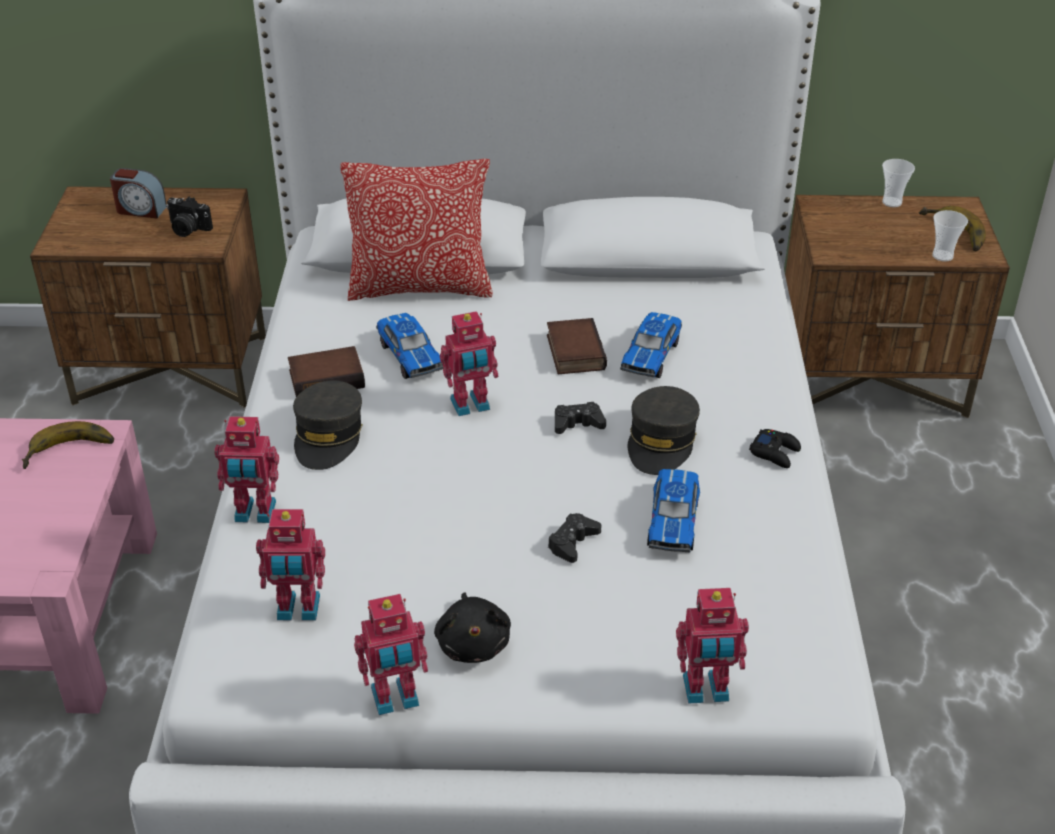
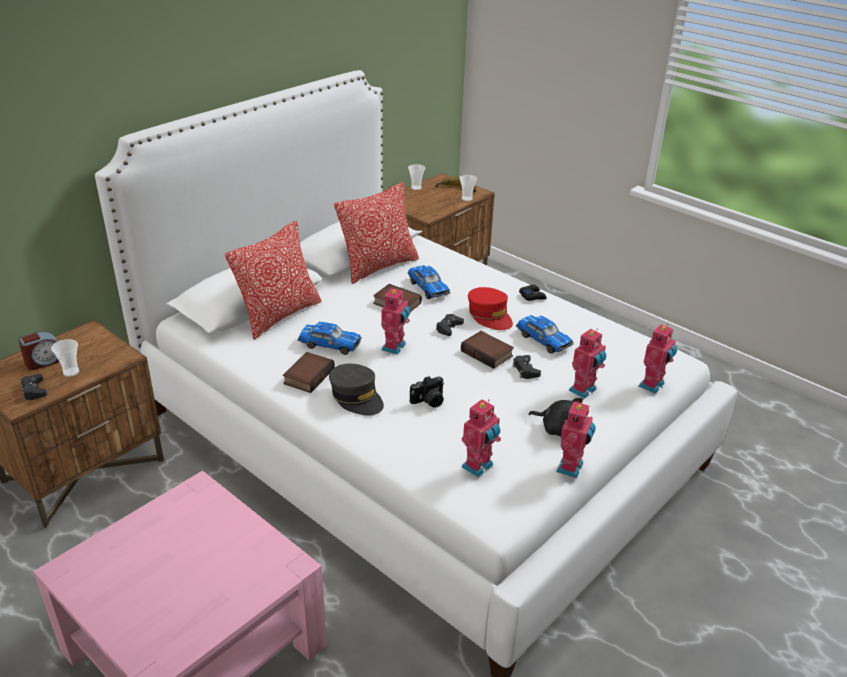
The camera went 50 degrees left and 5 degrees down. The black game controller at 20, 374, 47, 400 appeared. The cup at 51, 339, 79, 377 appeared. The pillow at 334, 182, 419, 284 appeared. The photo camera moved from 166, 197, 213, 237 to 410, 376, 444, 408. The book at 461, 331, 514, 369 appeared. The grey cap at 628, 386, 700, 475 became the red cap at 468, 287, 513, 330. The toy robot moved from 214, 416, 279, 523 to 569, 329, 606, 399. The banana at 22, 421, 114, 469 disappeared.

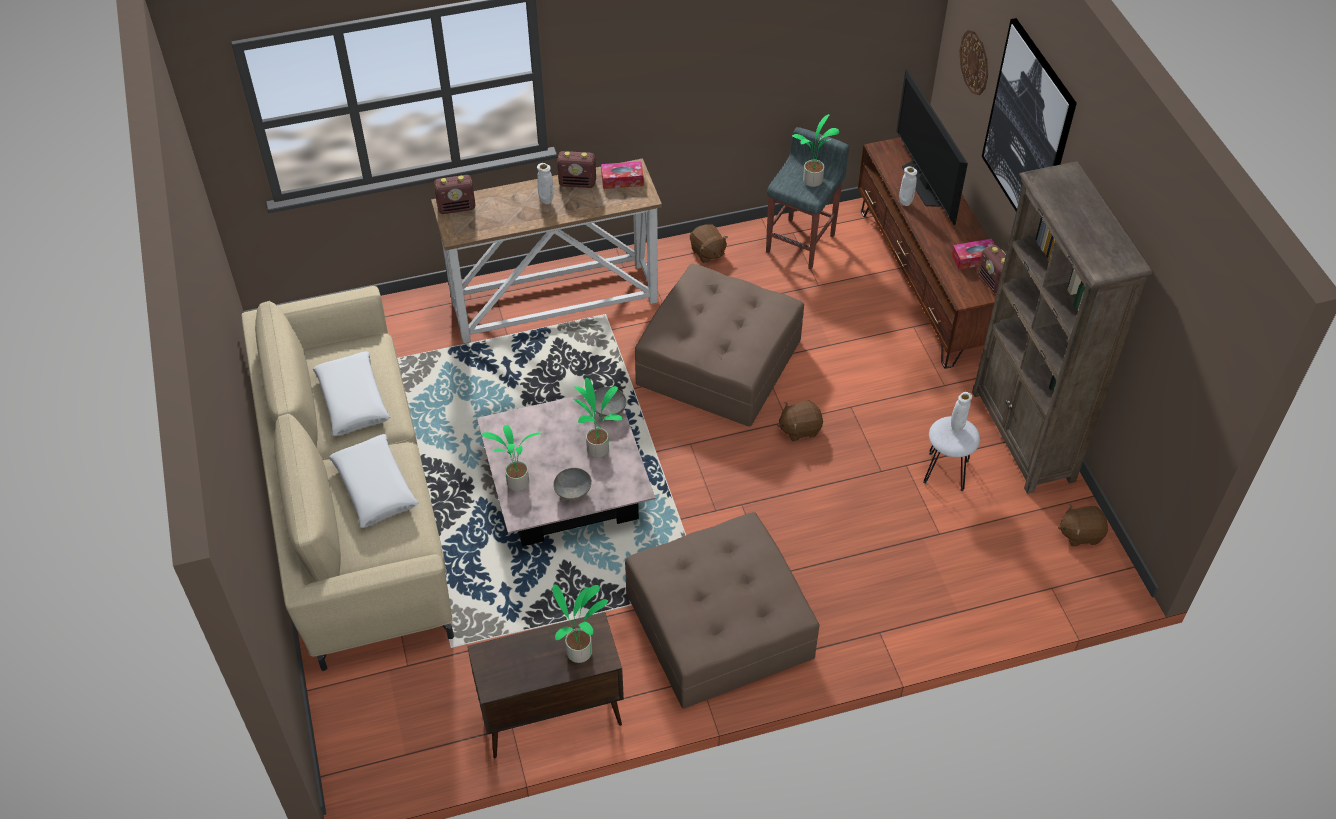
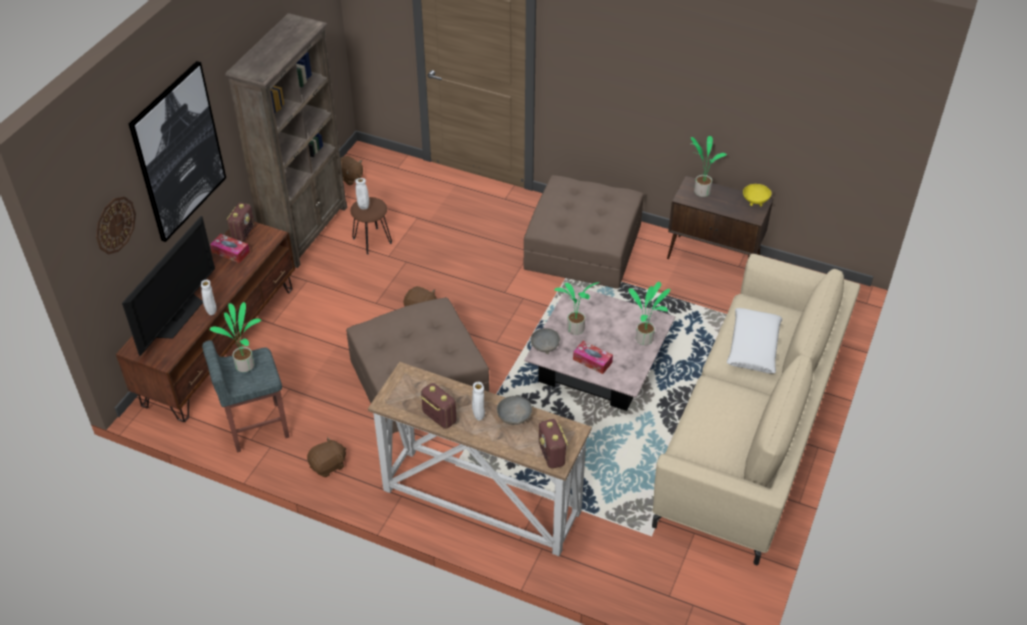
The camera went 140 degrees left and 5 degrees down. The brown plush toy at 690, 225, 728, 263 turned 45 degrees clockwise. The white stool at 923, 416, 980, 491 became the brown stool at 350, 197, 392, 254. The grey bowl moved from 553, 468, 592, 502 to 497, 396, 532, 425. The radio at 434, 175, 475, 214 turned 135 degrees counterclockwise. The tissue box moved from 601, 161, 644, 189 to 573, 341, 613, 374. The yellow bowl at 743, 184, 772, 206 appeared. The white pillow at 313, 352, 390, 436 disappeared.

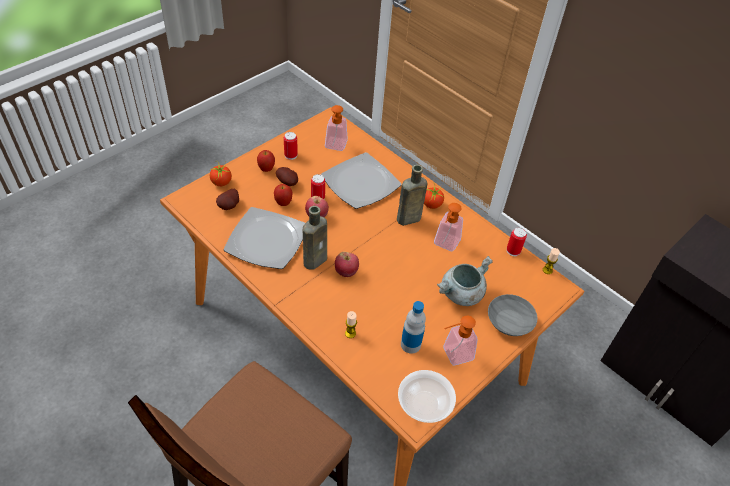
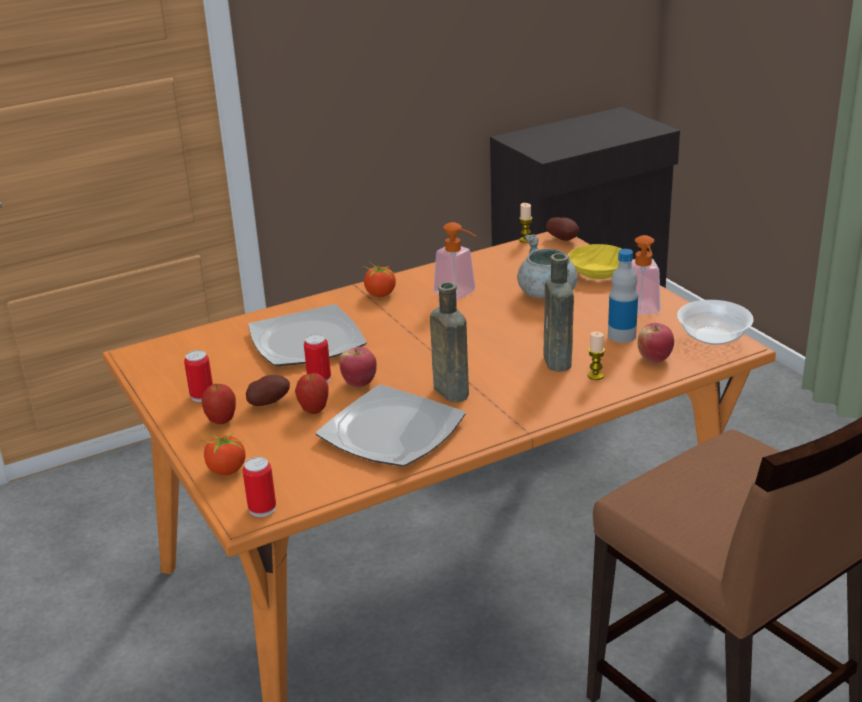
The camera went 70 degrees left and 20 degrees down. The can moved from 507, 227, 527, 256 to 243, 457, 276, 517. The brown bottle moved from 397, 164, 427, 226 to 543, 253, 574, 372. The potato moved from 216, 189, 239, 210 to 546, 217, 579, 241. The grey bowl at 488, 294, 537, 336 became the yellow bowl at 568, 244, 622, 279. The apple moved from 335, 252, 359, 277 to 638, 323, 674, 363. The soap dispenser at 325, 105, 348, 151 disappeared.

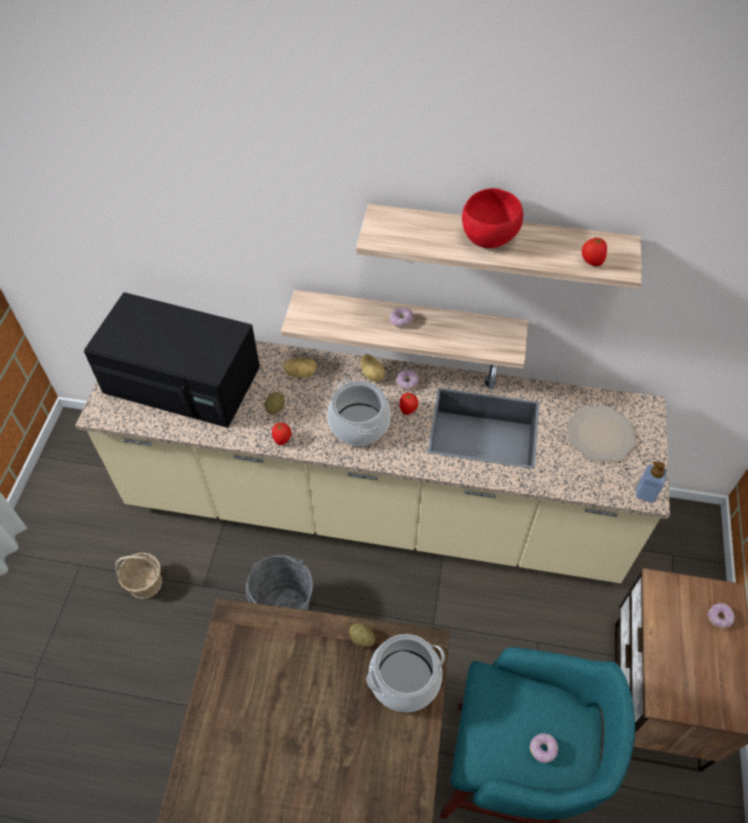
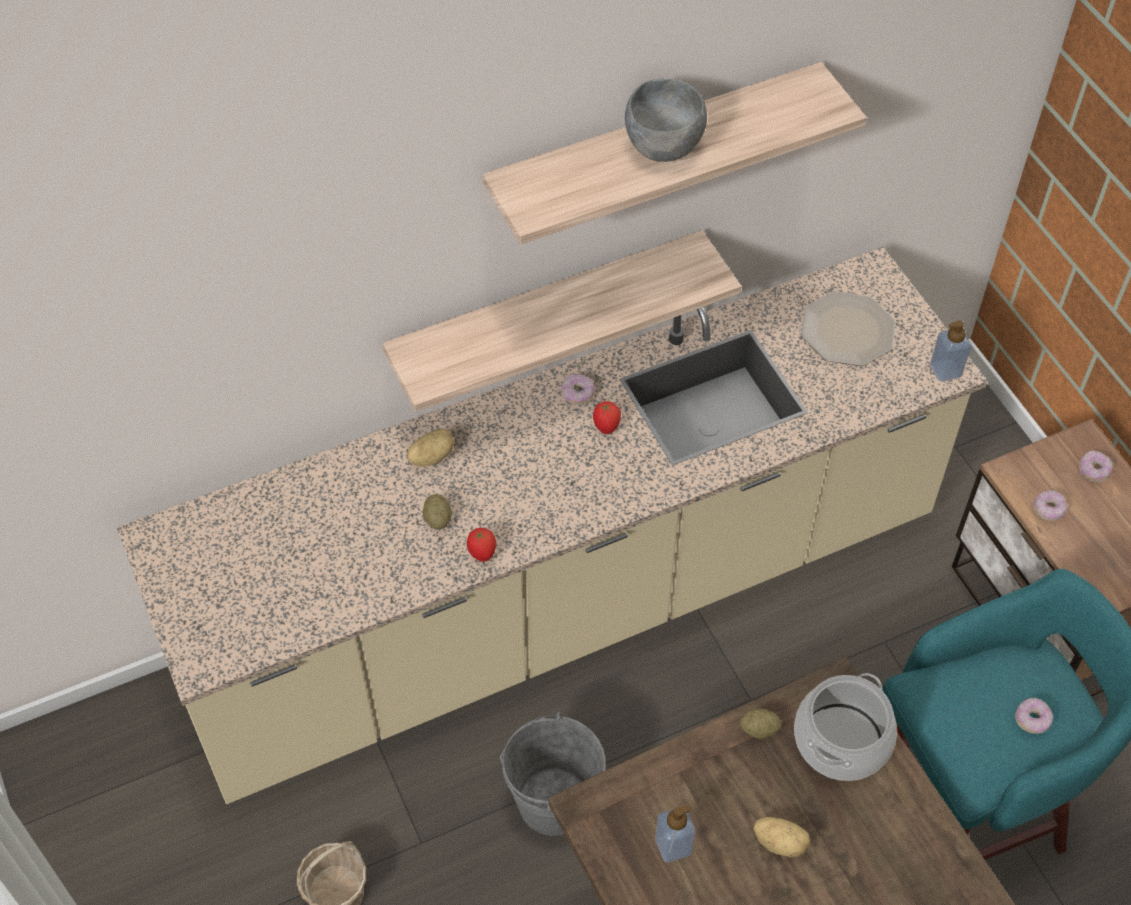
The camera went 35 degrees left and 0 degrees up. The red bowl at 462, 188, 523, 248 became the grey bowl at 625, 79, 707, 162. The soap dispenser at 655, 806, 695, 863 appeared. The potato moved from 361, 354, 385, 381 to 753, 817, 810, 857. The donut moved from 389, 307, 414, 328 to 1033, 490, 1067, 521. The black microwave at 84, 292, 260, 428 disappeared. The cooking pot at 327, 379, 390, 446 disappeared. The tomato at 582, 238, 607, 266 disappeared.

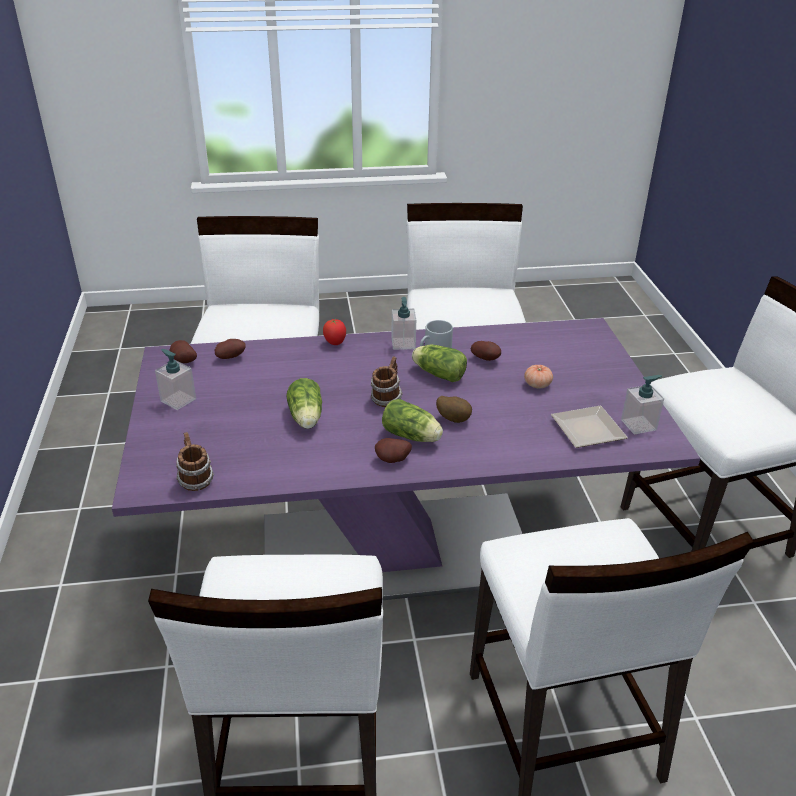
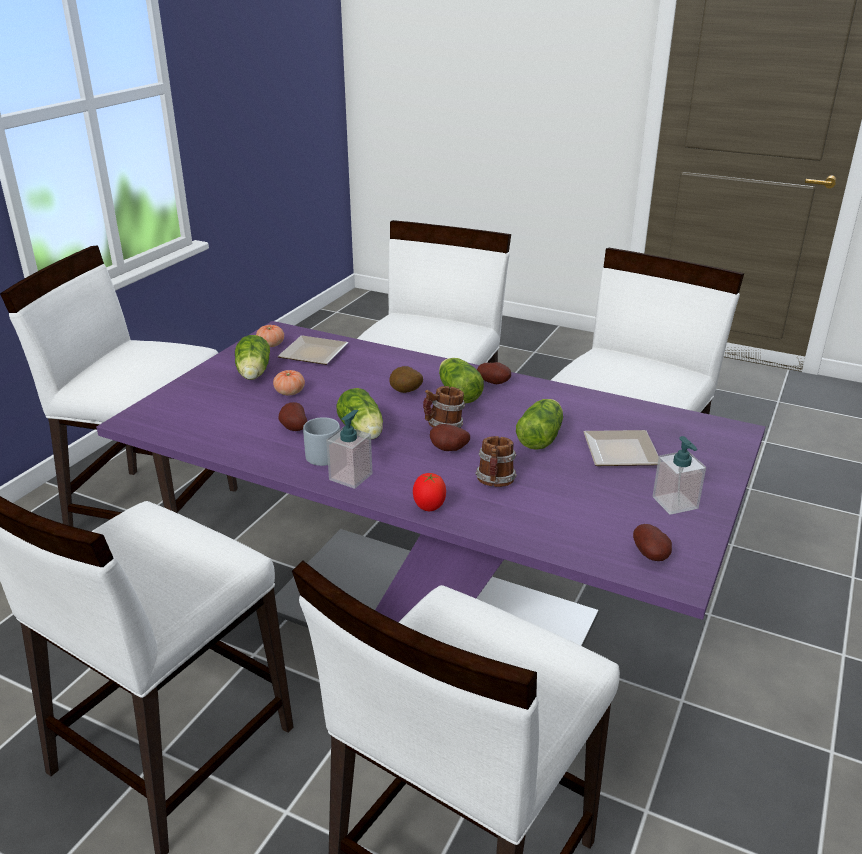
The camera went 145 degrees left and 5 degrees down. The lettuce at 235, 335, 270, 380 appeared. The soap dispenser at 621, 375, 664, 435 was replaced by the tomato at 256, 325, 284, 347. The potato moved from 215, 339, 246, 359 to 430, 424, 470, 451. The mug moved from 176, 432, 214, 491 to 476, 436, 517, 487. The plate at 583, 430, 659, 466 appeared.

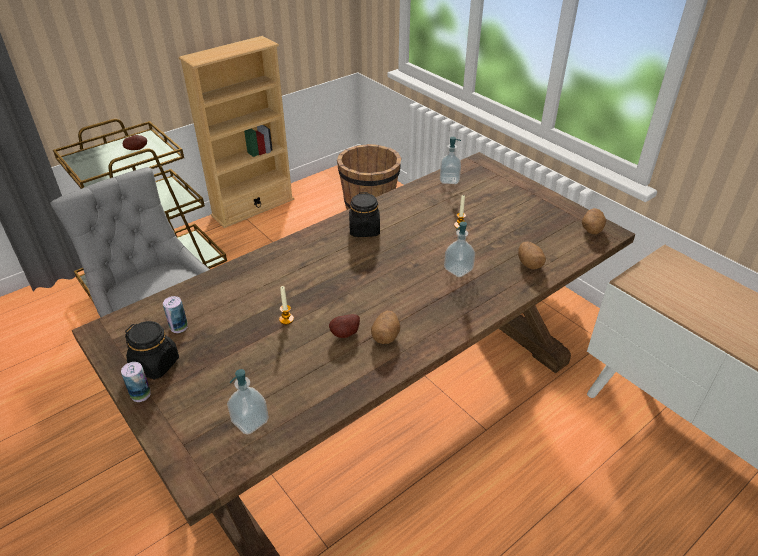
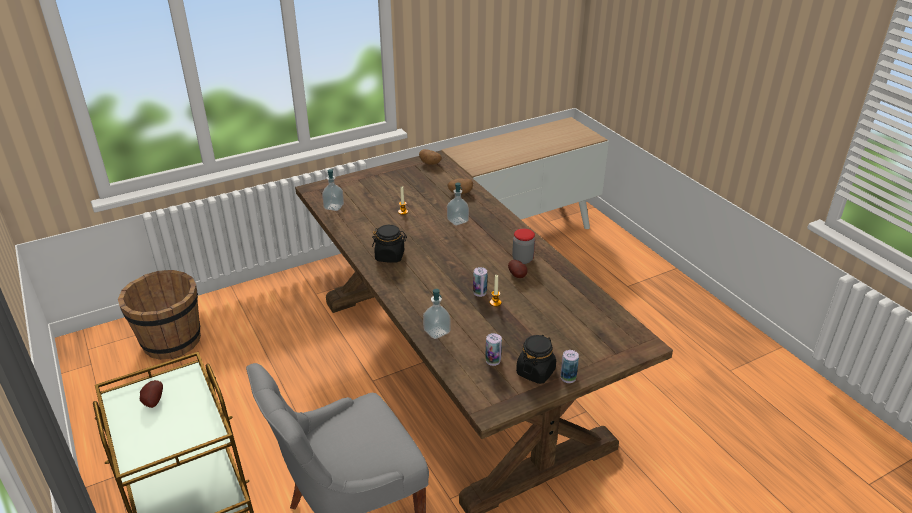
The camera went 80 degrees left and 5 degrees down. The soap dispenser moved from 227, 369, 269, 435 to 423, 289, 451, 339. The can at 473, 267, 487, 297 appeared. The potato at 371, 311, 400, 344 was replaced by the jar at 512, 229, 535, 264. The beige bookcase at 179, 36, 294, 228 disappeared.

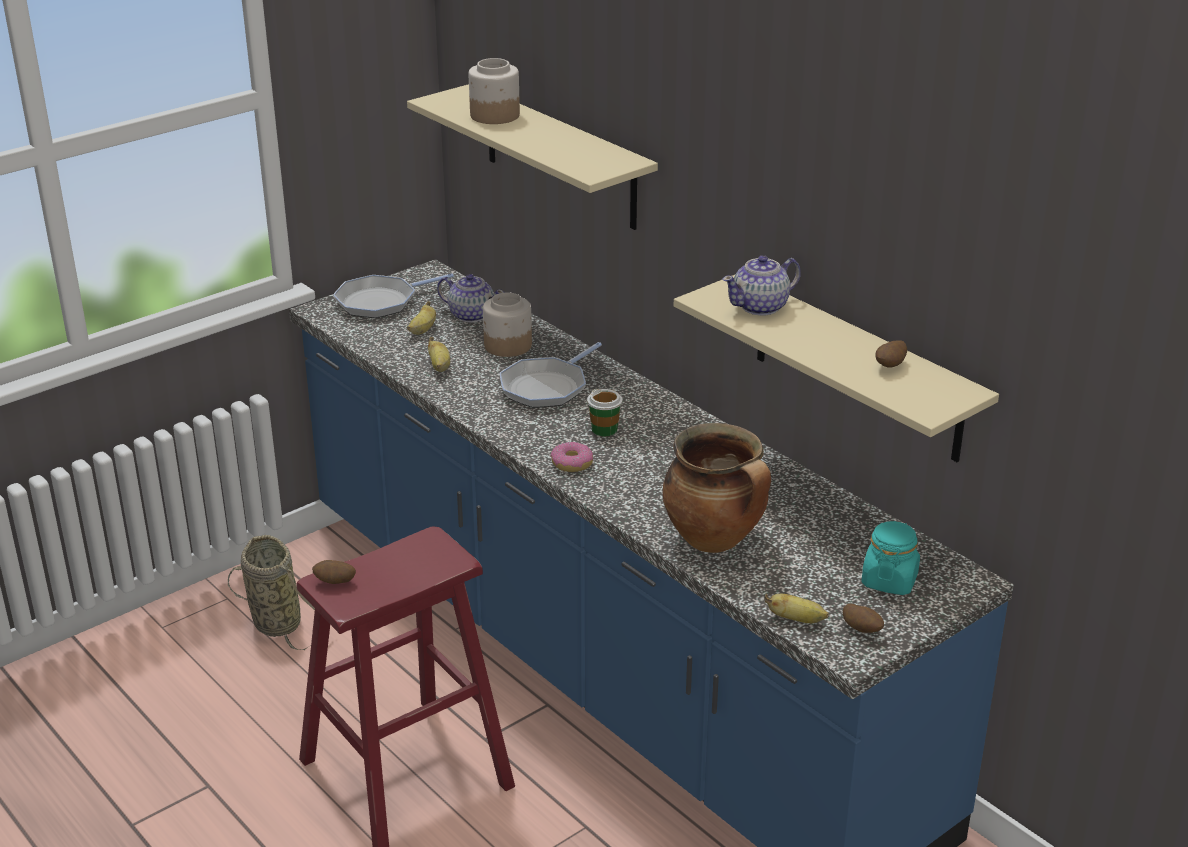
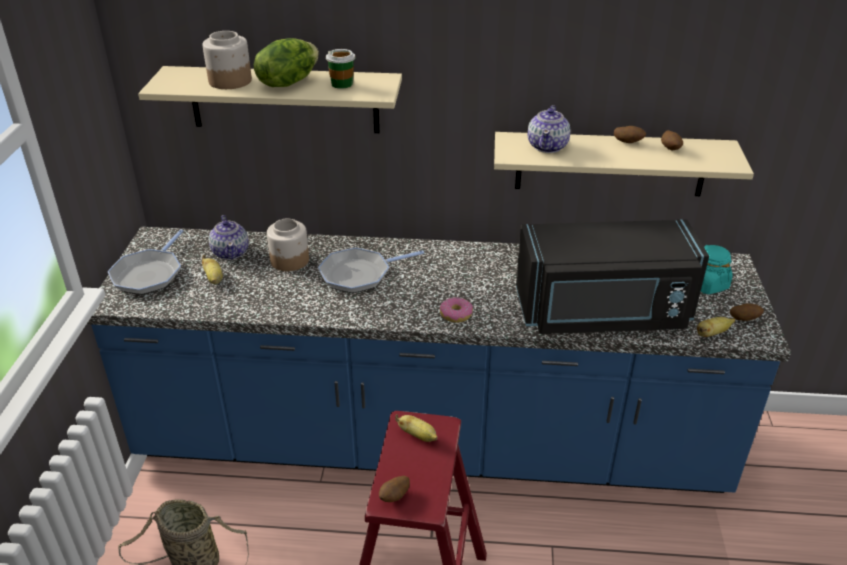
The camera went 45 degrees left and 5 degrees up. The teapot at 437, 274, 505, 322 turned 90 degrees clockwise. The lettuce at 254, 38, 319, 87 appeared. The frying pan at 500, 342, 602, 408 turned 75 degrees clockwise. The cup moved from 587, 389, 623, 436 to 326, 49, 355, 89. The banana moved from 428, 337, 450, 372 to 395, 414, 437, 442. The cooking pot at 663, 423, 771, 553 was replaced by the black microwave at 516, 219, 709, 334. The potato at 614, 126, 646, 143 appeared.

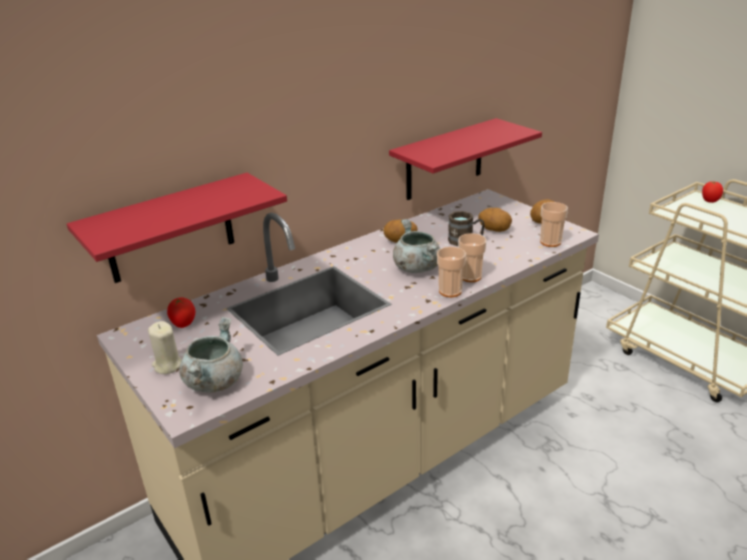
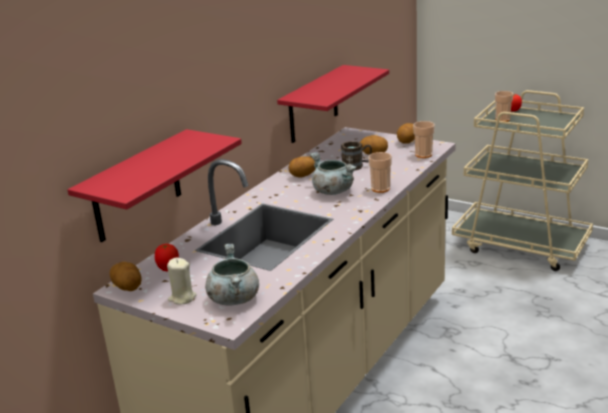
The camera went 20 degrees left and 5 degrees down. The potato at 110, 262, 142, 291 appeared. The cup moved from 437, 247, 466, 297 to 495, 91, 513, 122.

